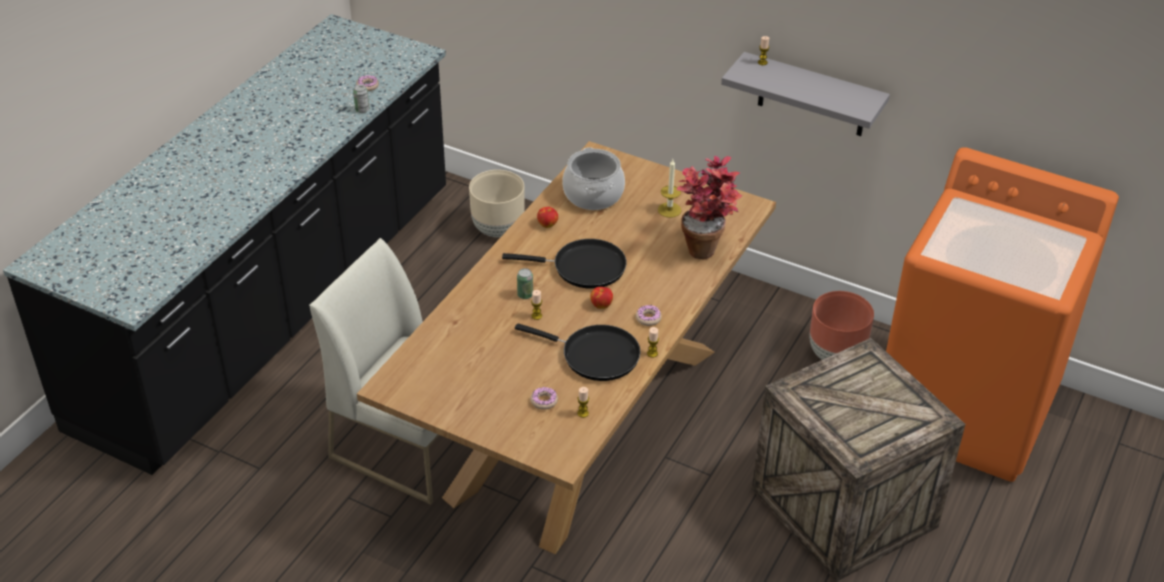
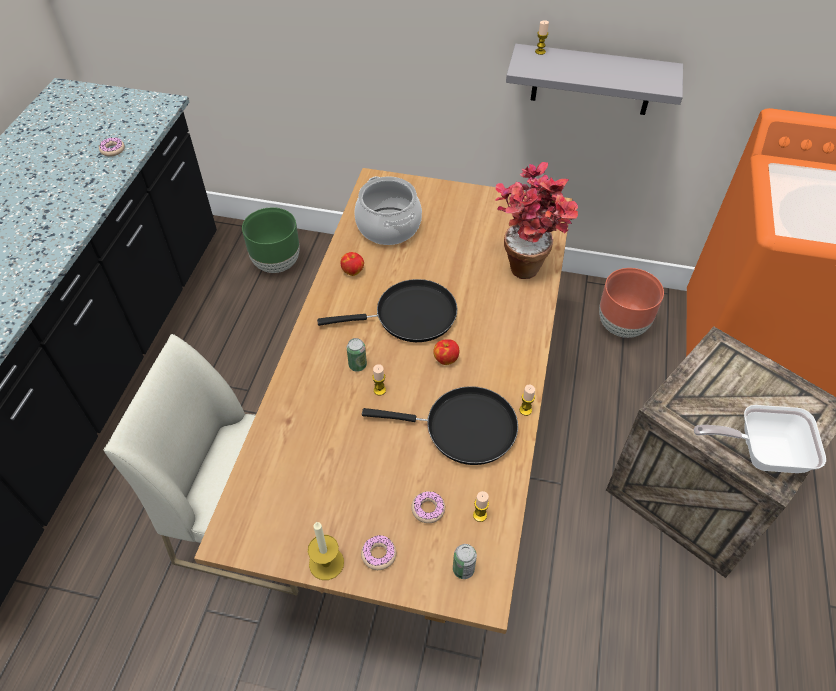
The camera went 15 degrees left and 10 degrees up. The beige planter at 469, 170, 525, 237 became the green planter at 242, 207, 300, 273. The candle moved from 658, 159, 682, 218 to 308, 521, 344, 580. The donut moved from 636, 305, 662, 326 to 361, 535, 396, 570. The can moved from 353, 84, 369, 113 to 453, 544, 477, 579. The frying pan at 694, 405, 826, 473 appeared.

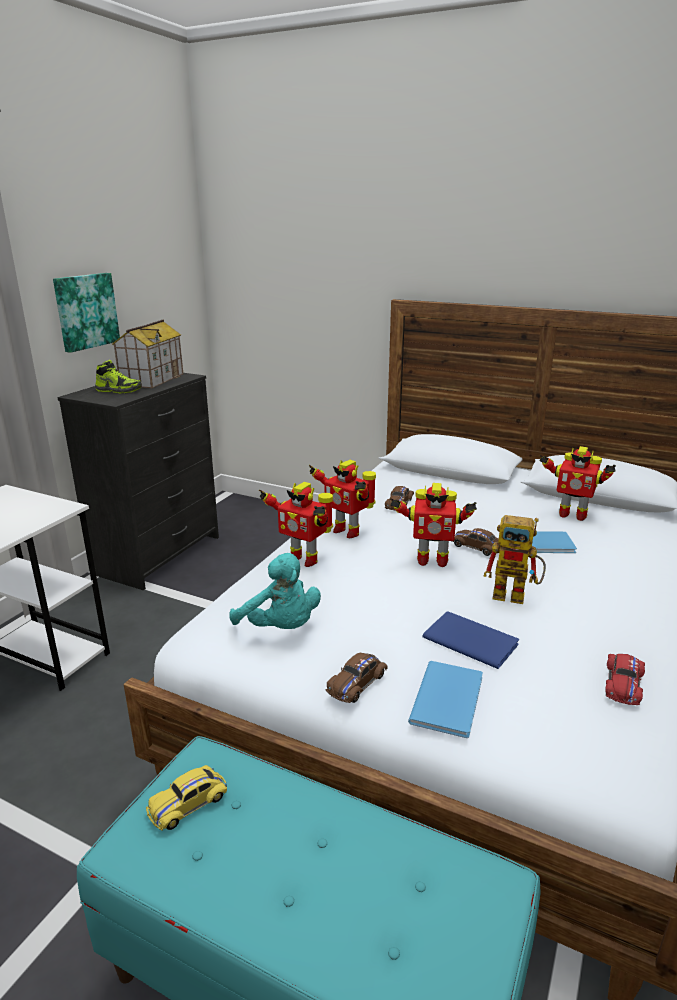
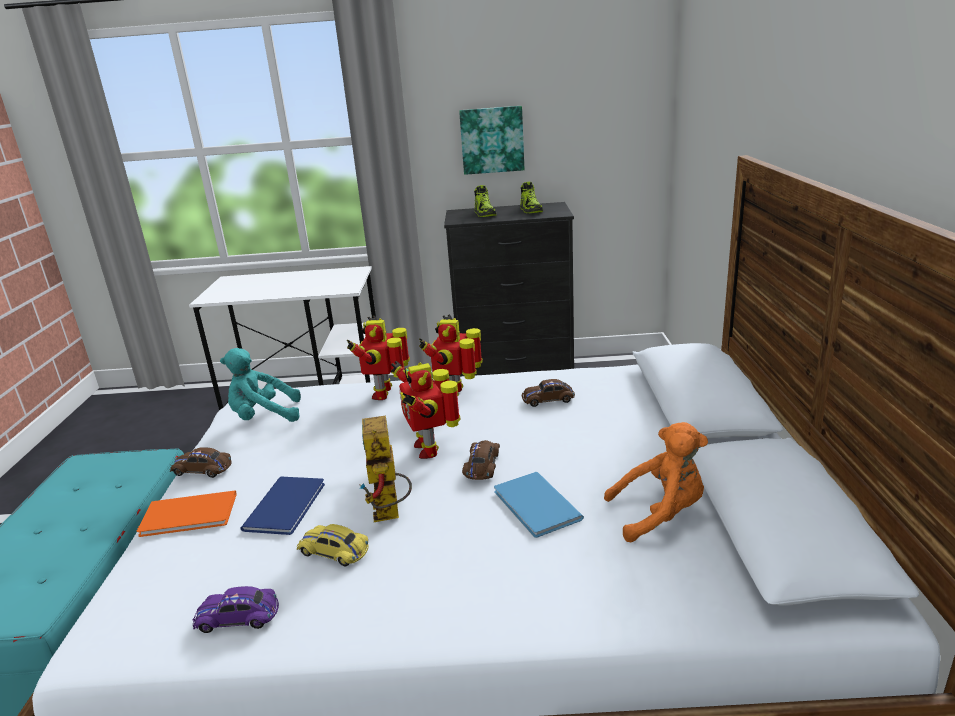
The camera went 65 degrees right and 0 degrees up. The blue book at 408, 661, 483, 738 became the orange book at 137, 490, 236, 537. The red toy car at 605, 654, 645, 705 became the purple toy car at 193, 586, 279, 633. The turquoise plush toy at 229, 553, 321, 629 turned 60 degrees clockwise. The yellow toy car moved from 146, 765, 227, 831 to 297, 524, 369, 566. The toy house at 112, 320, 183, 388 was replaced by the shoe at 520, 182, 543, 213. The toy robot at 539, 446, 616, 521 was replaced by the orange plush toy at 604, 422, 708, 542.

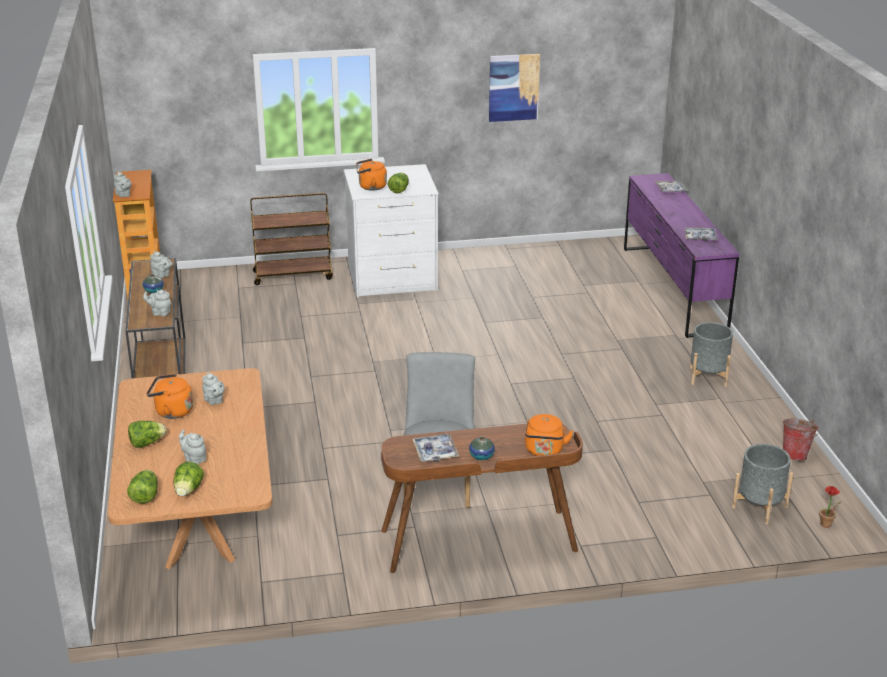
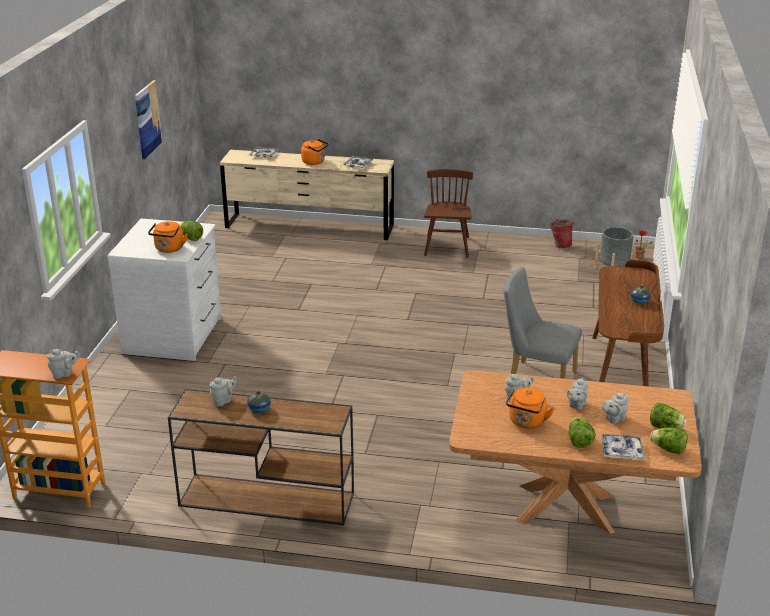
The camera went 70 degrees left and 0 degrees up. The purple dresser at 624, 173, 739, 338 became the beige dresser at 220, 150, 394, 240. The orange kettle moved from 525, 414, 574, 456 to 301, 139, 329, 165. The grey planter at 690, 322, 733, 387 was replaced by the brown chair at 424, 169, 473, 258. The grey teapot moved from 143, 290, 171, 316 to 567, 377, 588, 410. The tray moved from 413, 434, 459, 462 to 602, 434, 645, 460. The brown cart at 250, 193, 333, 285 disappeared.

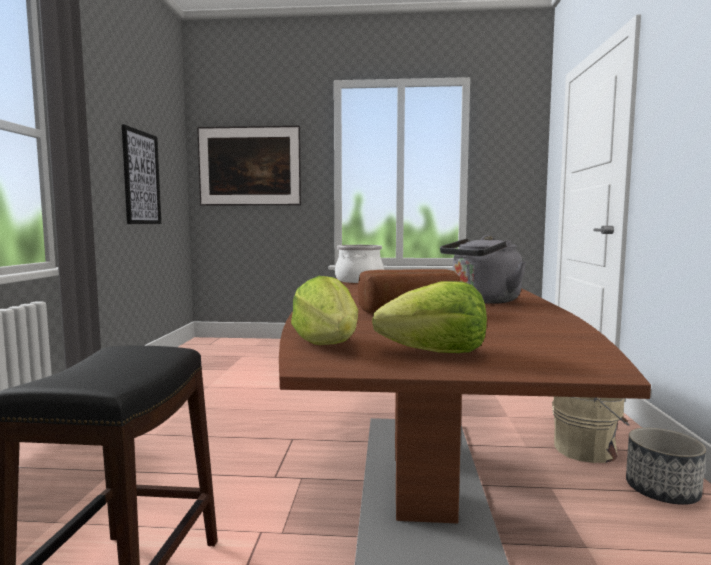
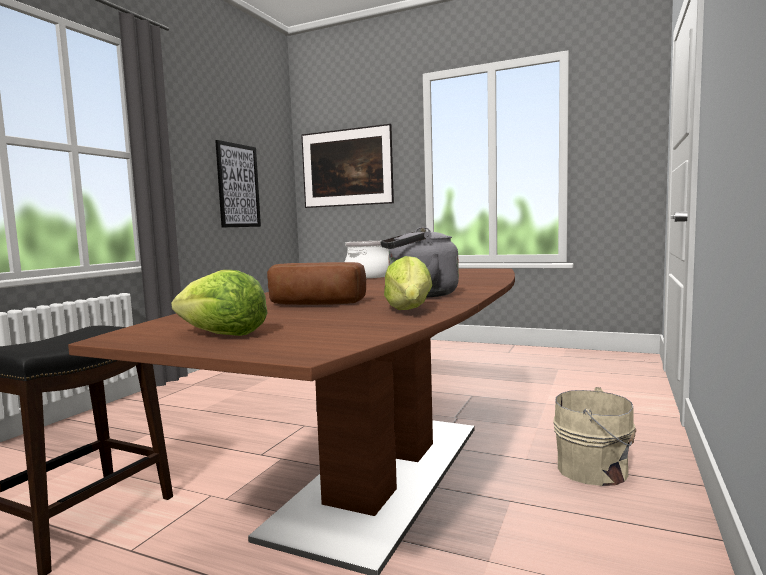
The camera went 20 degrees right and 0 degrees up. The lettuce moved from 291, 276, 358, 345 to 384, 256, 432, 310. The planter at 626, 428, 706, 505 disappeared.

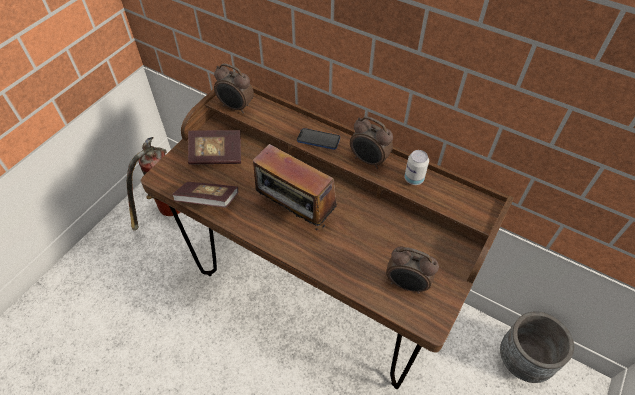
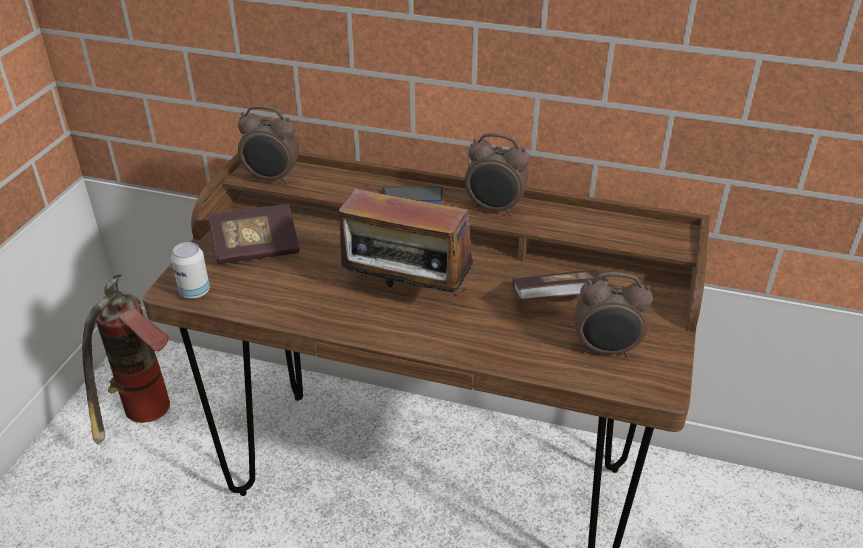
The camera went 15 degrees left and 15 degrees down. The can moved from 404, 150, 429, 185 to 171, 242, 210, 299. The book moved from 172, 182, 238, 208 to 513, 270, 608, 300. The grey planter at 500, 311, 574, 383 disappeared.

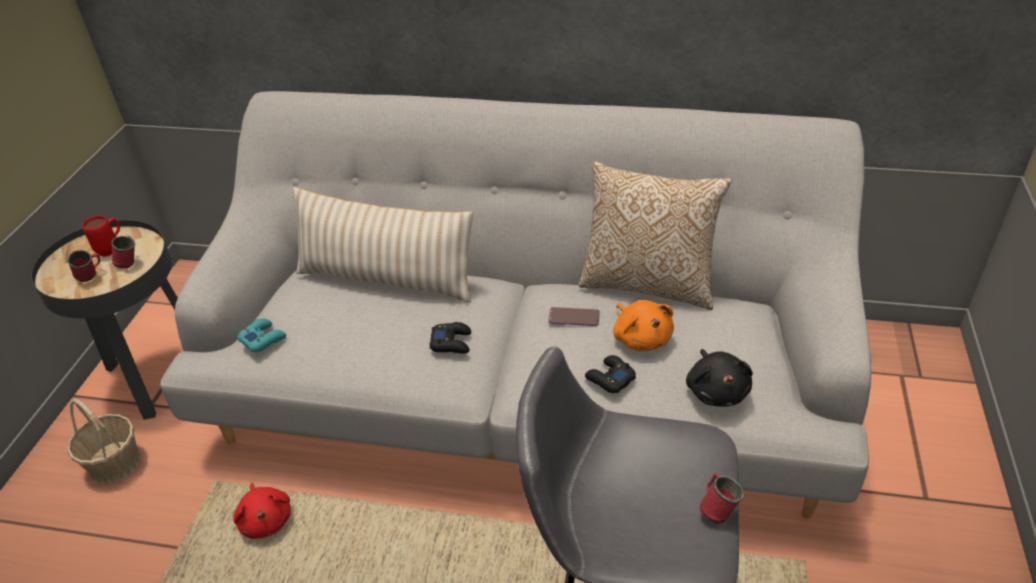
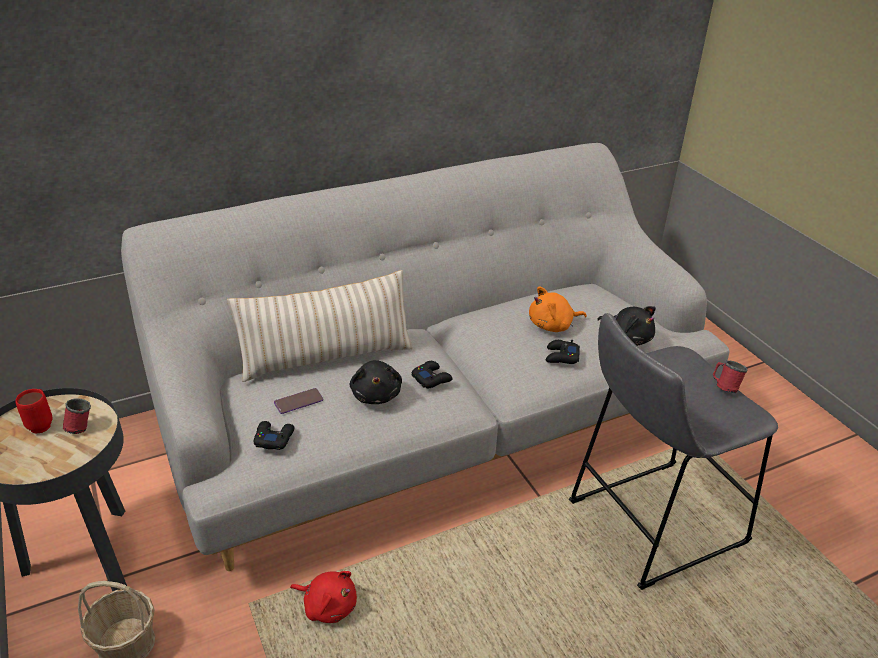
The camera went 40 degrees left and 5 degrees down. The turquoise game controller at 237, 318, 286, 352 became the black game controller at 254, 421, 295, 450. The phone moved from 548, 307, 600, 326 to 274, 388, 323, 414. The black plush toy at 350, 360, 402, 404 appeared. The orange plush toy at 613, 300, 674, 351 turned 135 degrees clockwise. The red mug at 67, 250, 100, 282 disappeared. The pillow at 579, 161, 732, 310 disappeared.

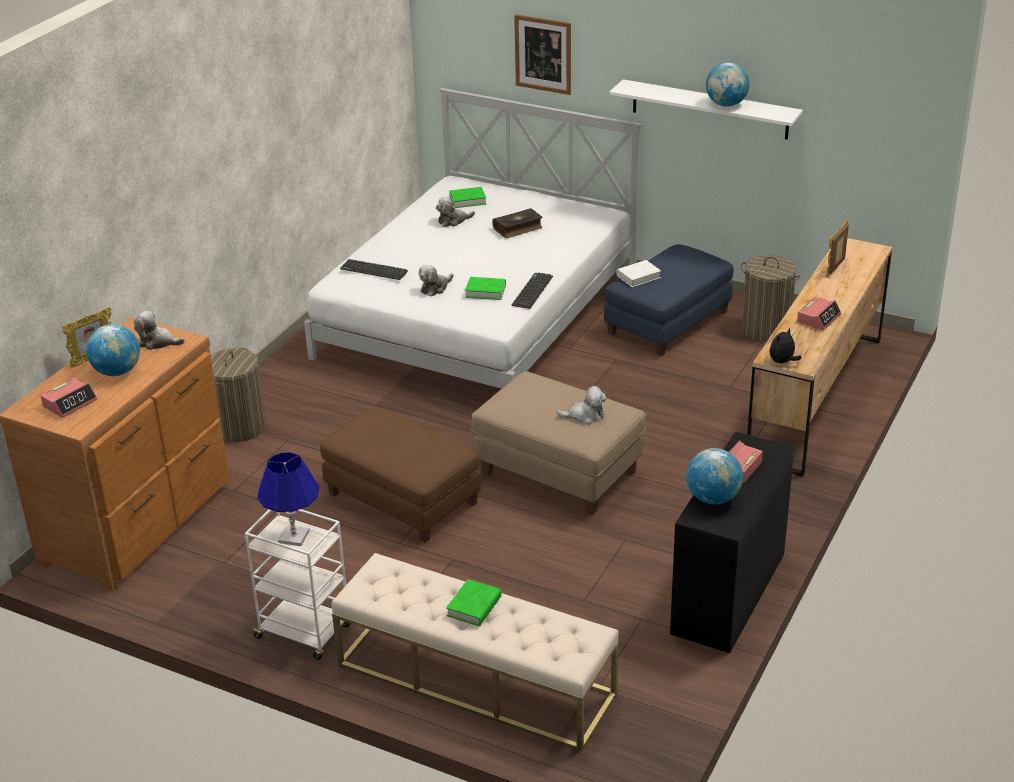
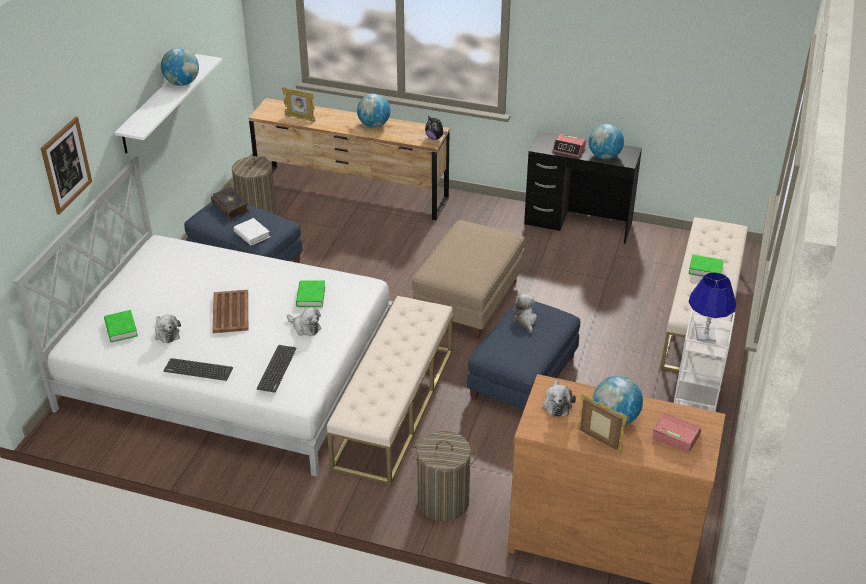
The camera went 100 degrees left and 5 degrees up. The keyboard moved from 512, 272, 553, 309 to 164, 358, 233, 381. The book moved from 492, 208, 543, 238 to 211, 187, 250, 220. The brown tray at 212, 290, 248, 333 appeared. The beige bench at 327, 296, 453, 485 appeared. The alarm clock at 797, 297, 841, 330 was replaced by the globe at 357, 94, 391, 128. The brown ottoman at 320, 407, 481, 543 became the blue ottoman at 467, 301, 580, 411. The plush toy moved from 557, 386, 607, 425 to 511, 294, 537, 333.

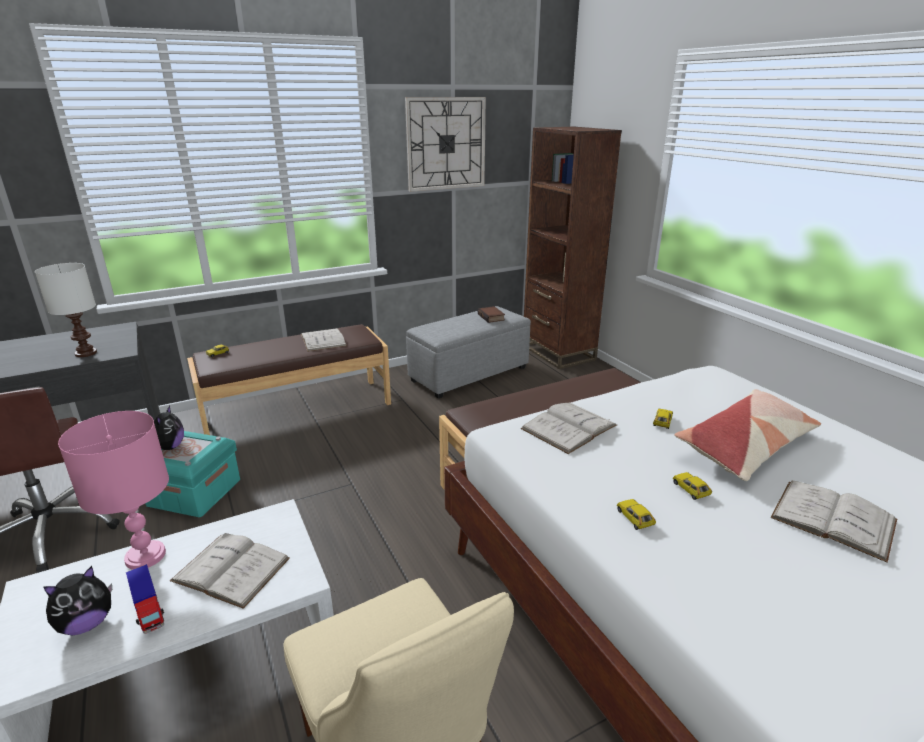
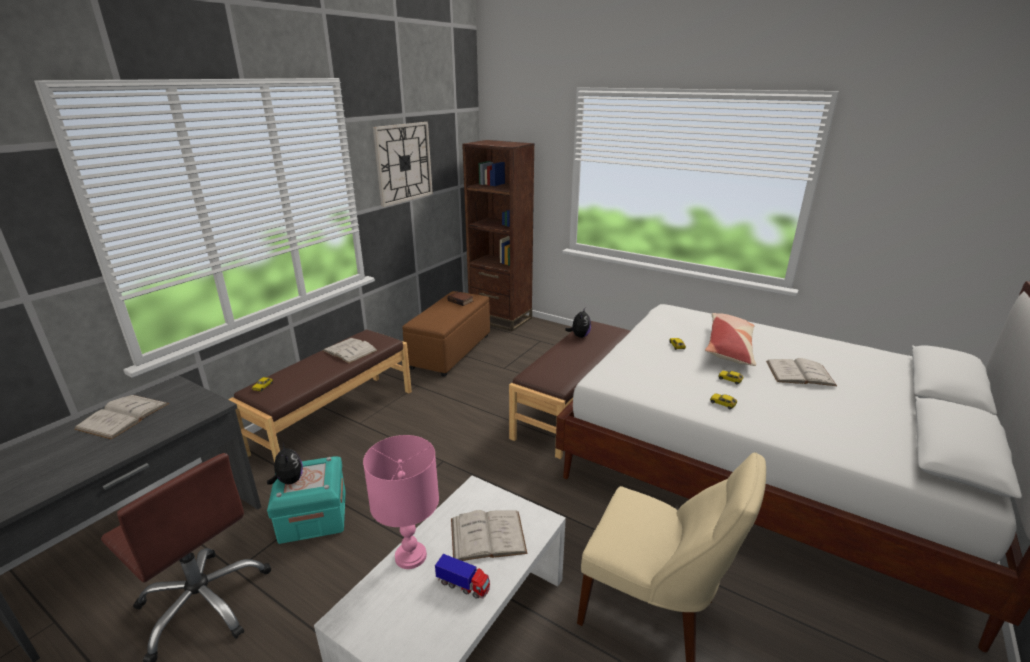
The camera went 30 degrees left and 0 degrees up. The white book moved from 521, 402, 617, 454 to 74, 395, 170, 439. The grey ottoman at 406, 306, 531, 399 became the brown ottoman at 402, 291, 490, 377. The plush toy moved from 44, 566, 112, 636 to 565, 308, 591, 338. The white table lamp at 35, 263, 97, 357 disappeared.

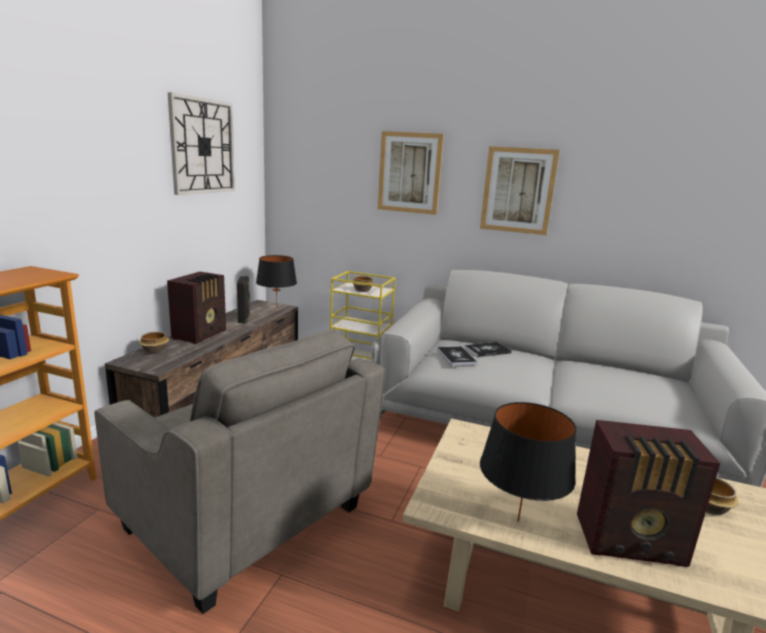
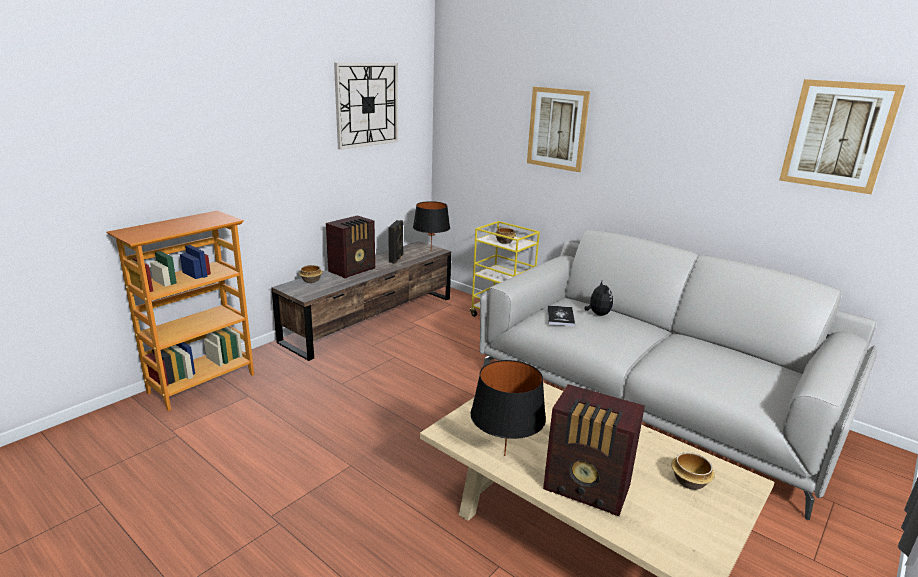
The camera went 20 degrees right and 5 degrees up. The book at 464, 342, 512, 357 was replaced by the plush toy at 584, 281, 613, 316. The picture moved from 480, 146, 560, 235 to 779, 79, 905, 194. The grey armchair at 94, 329, 386, 614 disappeared.

